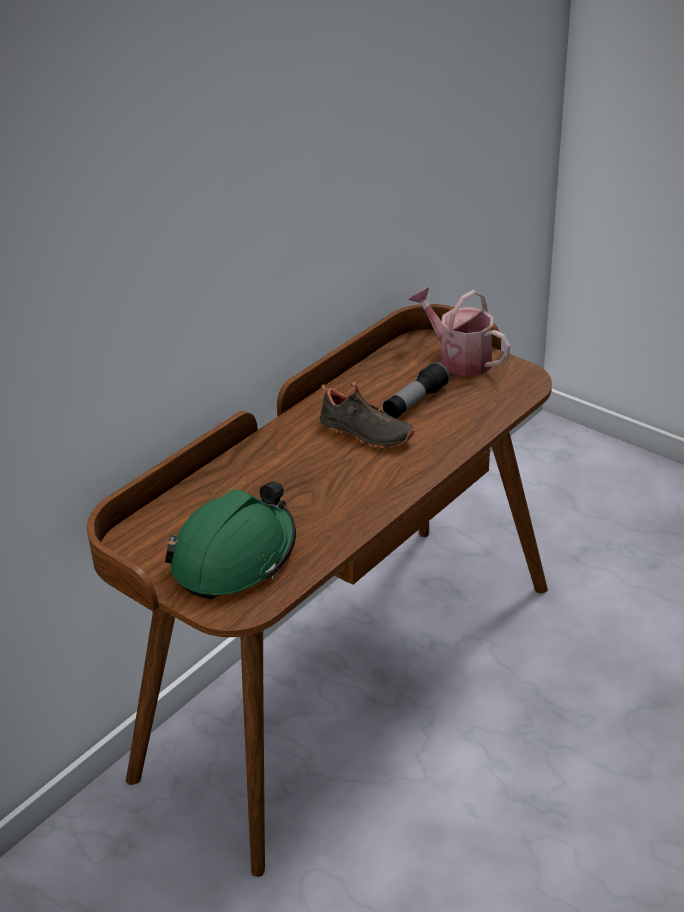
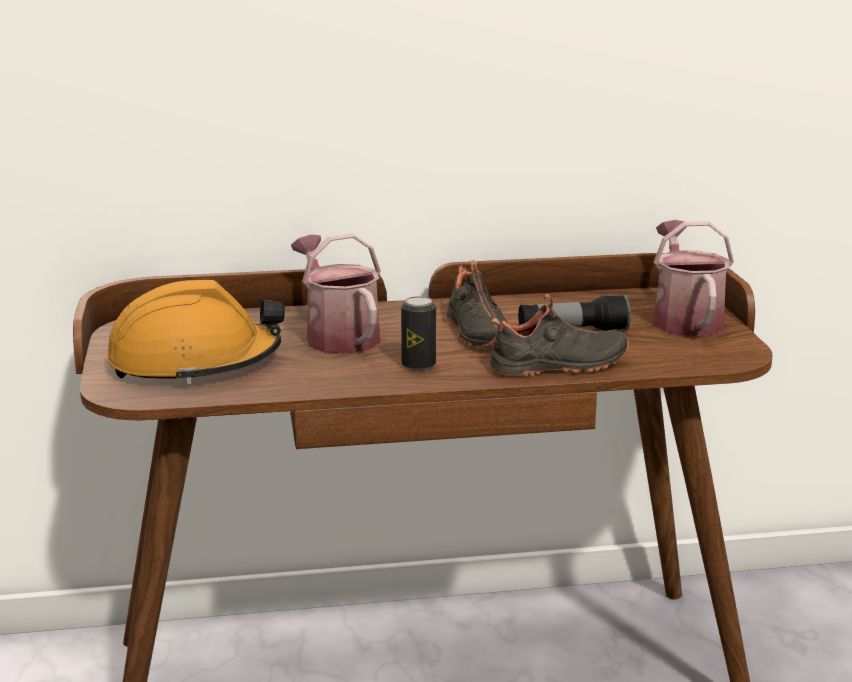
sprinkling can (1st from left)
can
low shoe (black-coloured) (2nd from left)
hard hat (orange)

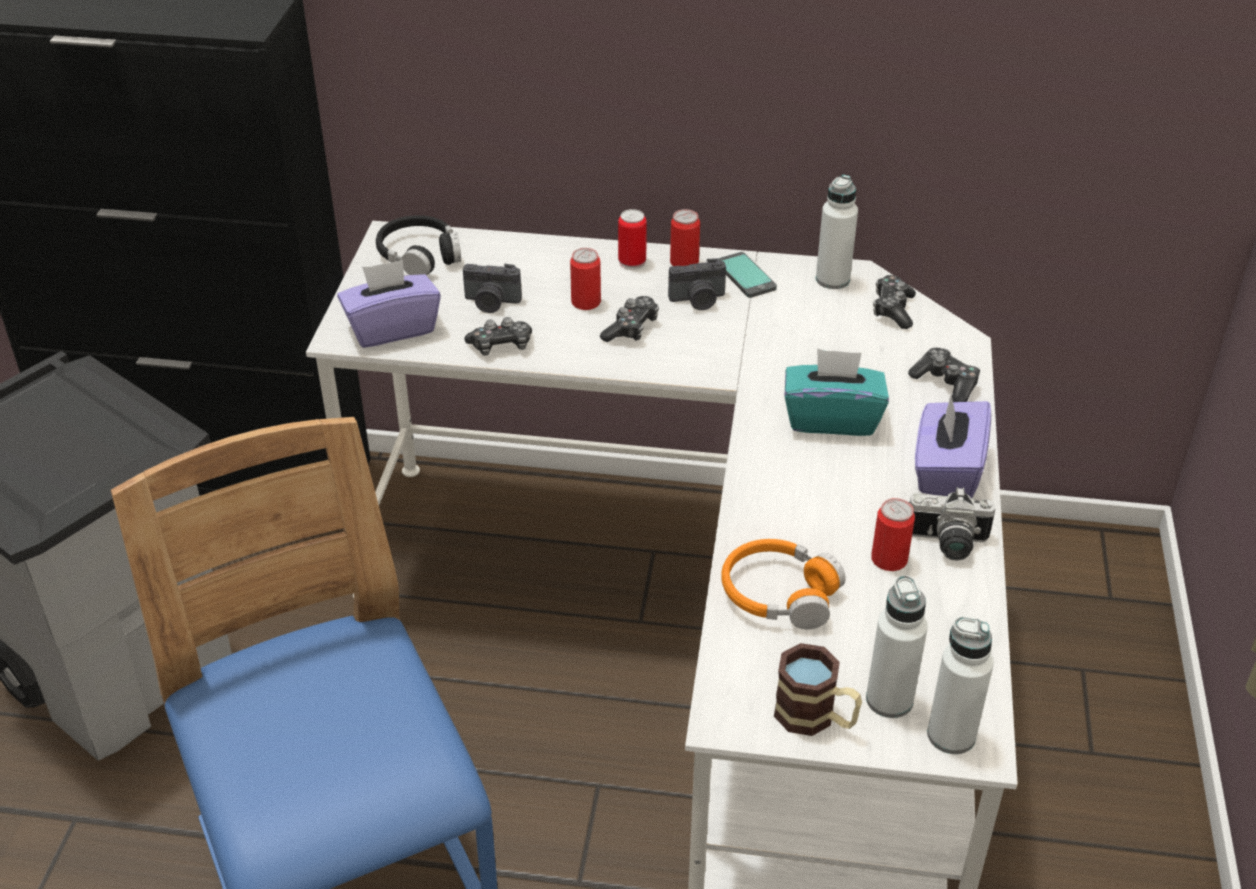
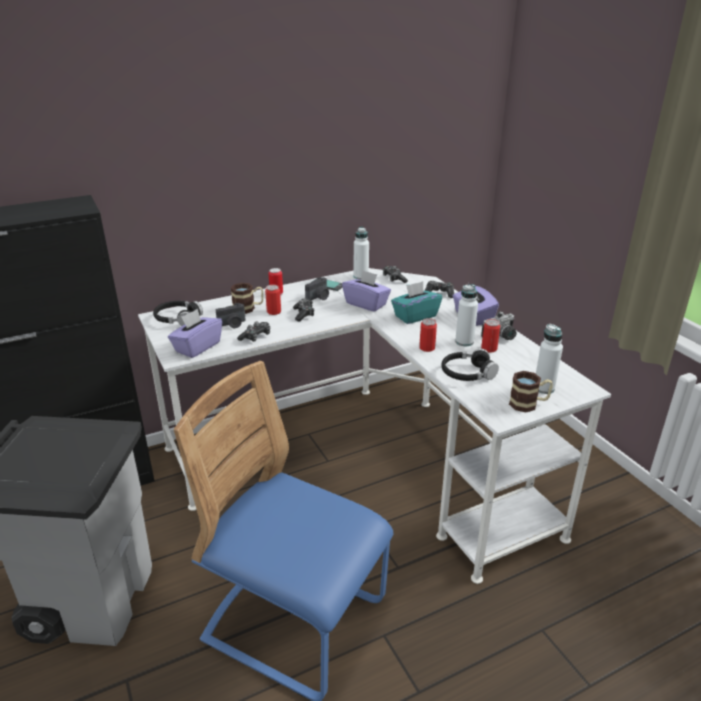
coffee mug (1st from left)
tissue holder (purplish) (2nd from left)
can (3rd from left)
drink bottle (white-coloured) (2nd from left)
pair of headphones (black-coloured) (2nd from left)

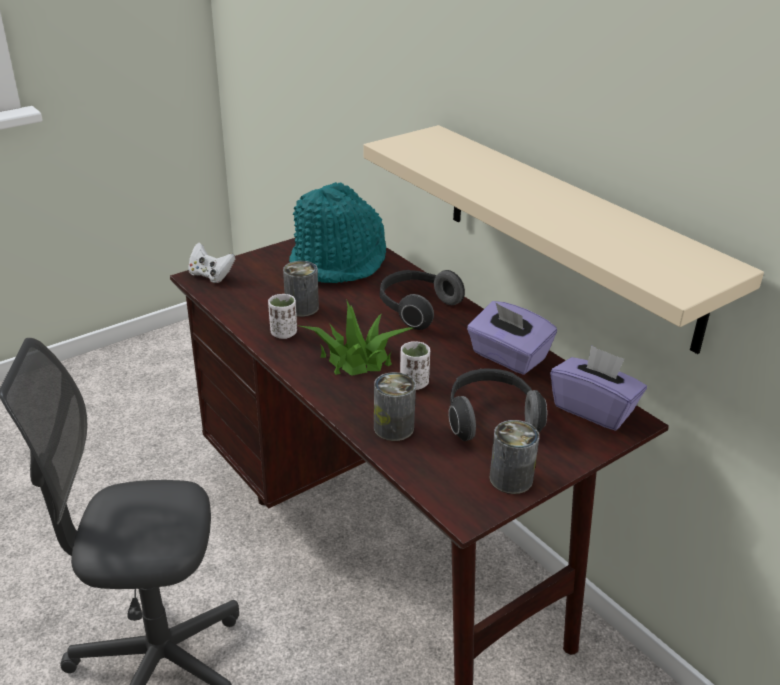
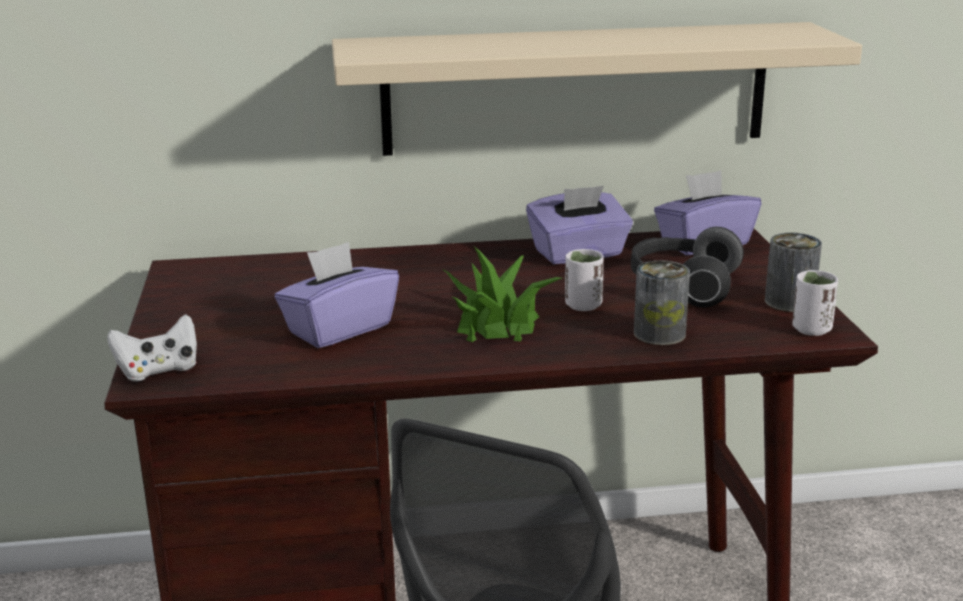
clothing hat (turquoise)
pair of headphones (1st from left in the first image)
small cup (white-coloured) (2nd from left)
tissue holder (purplish) (1st from left)

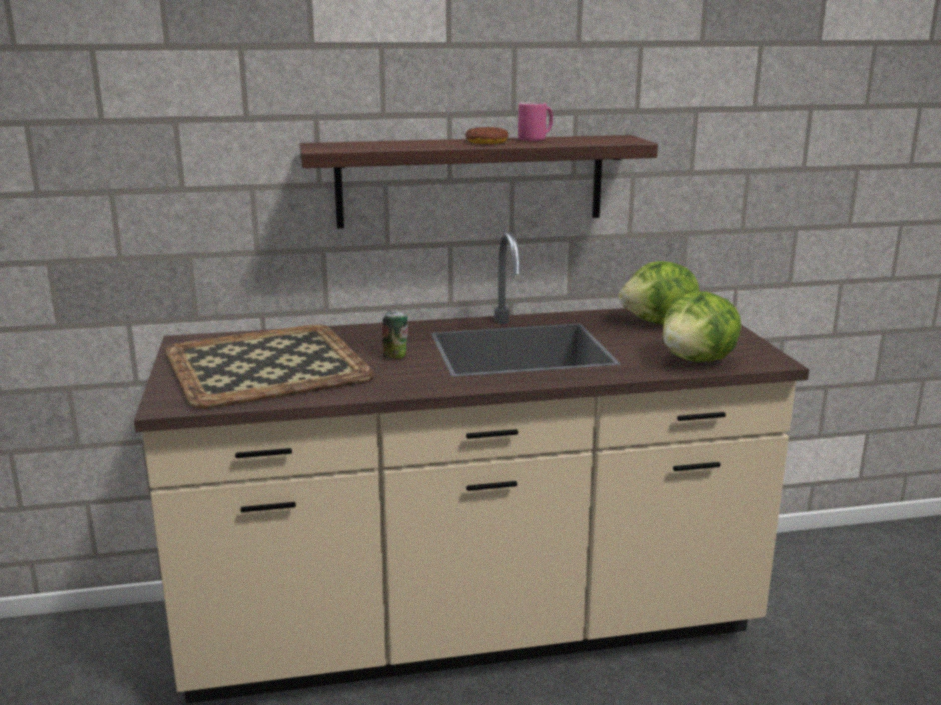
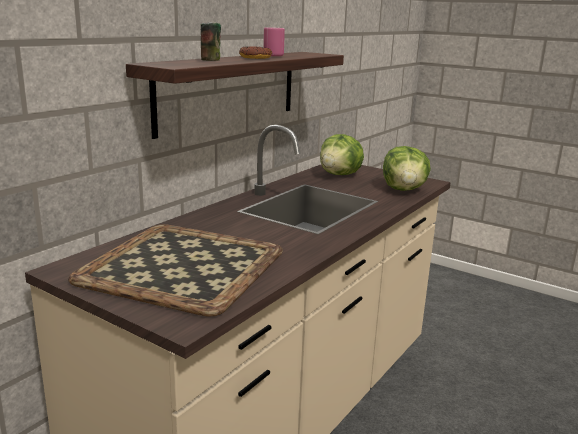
can

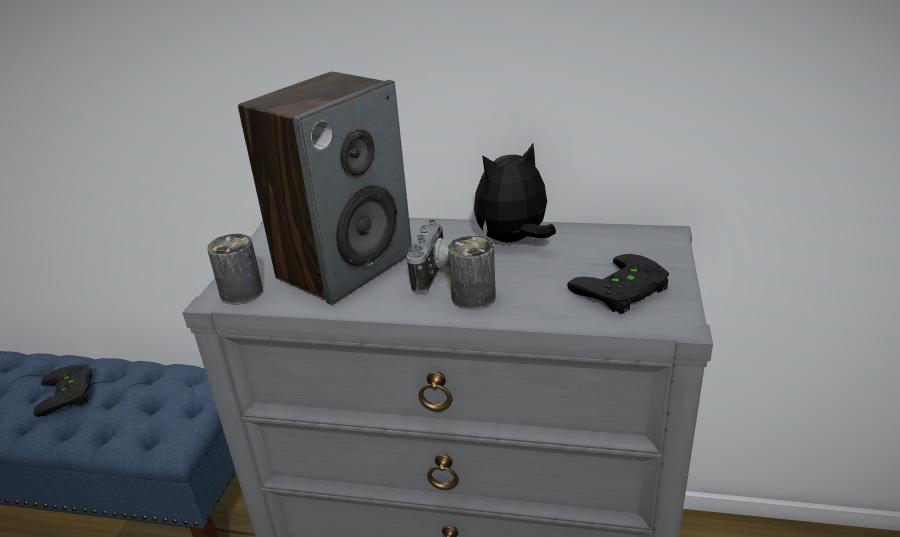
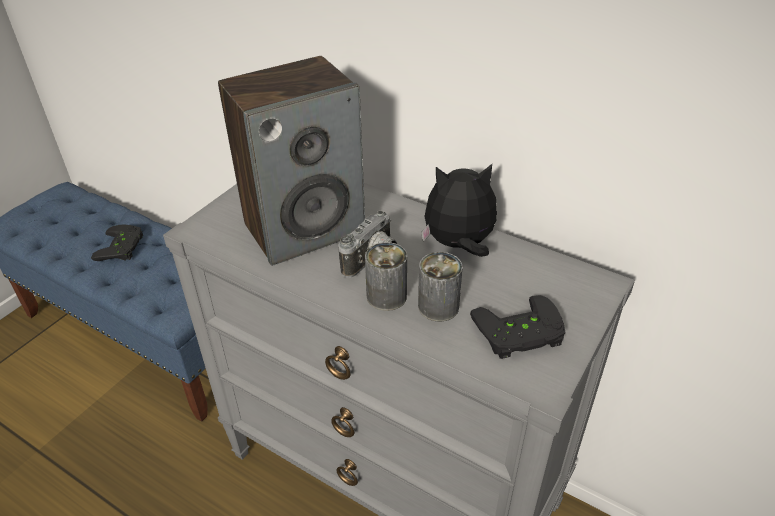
can (2nd from left)

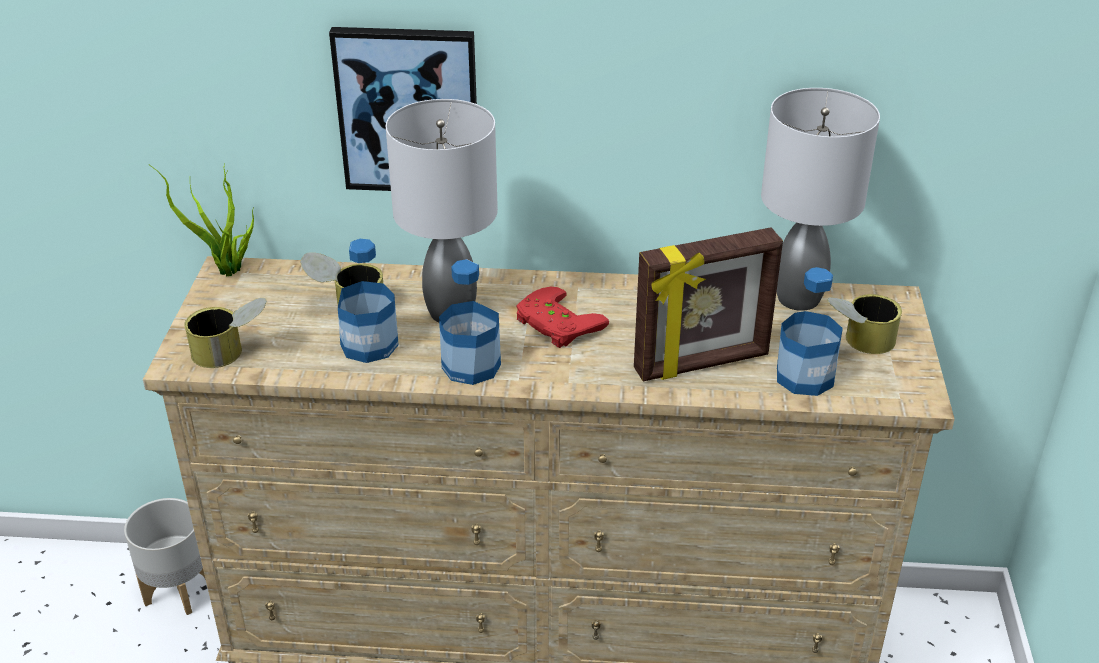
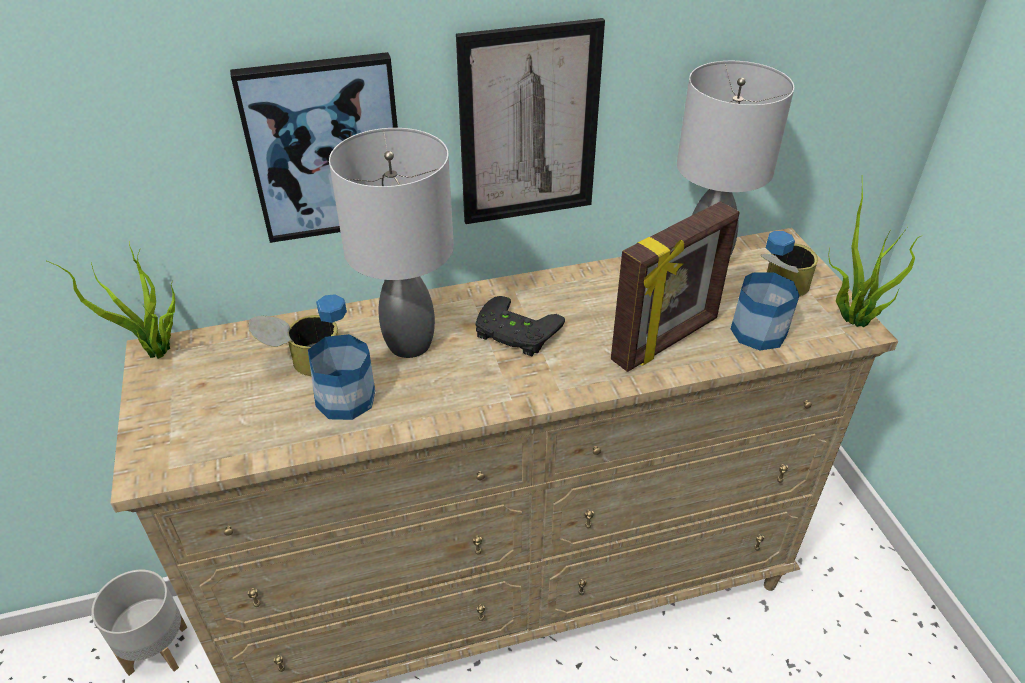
can (1st from left in the first image)
drink bottle (2nd from left in the first image)
picture (2nd from left)
plant in a pot (2nd from left)
joypad (black-coloured)

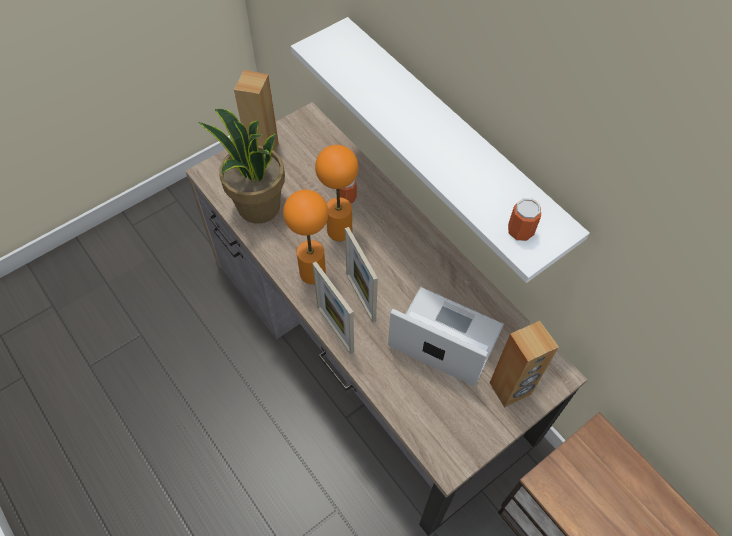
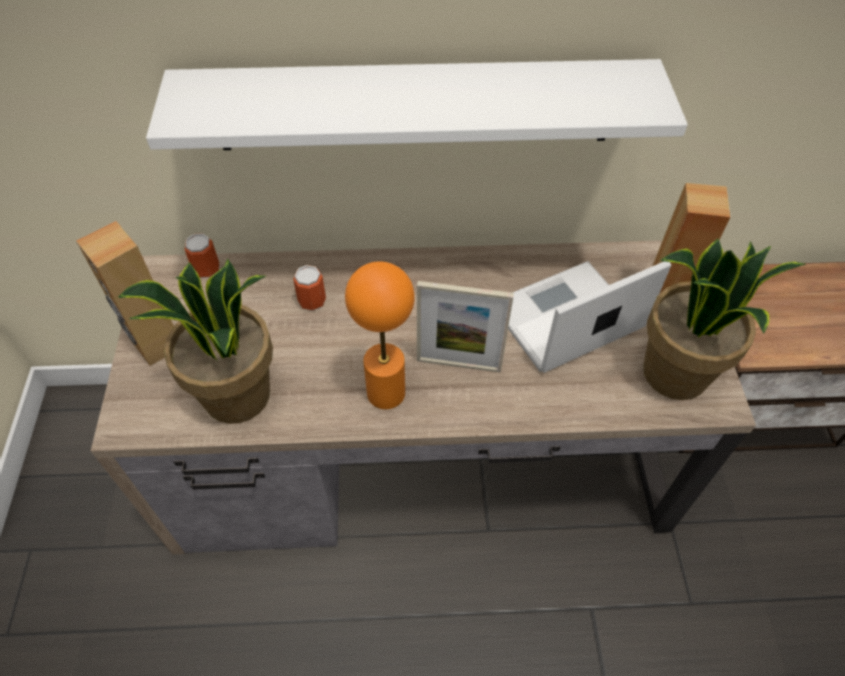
standing frame (1st from left in the first image)
lamp for a table (orange) (2nd from left in the first image)
plant in a pot (2nd from left)
can (1st from left)

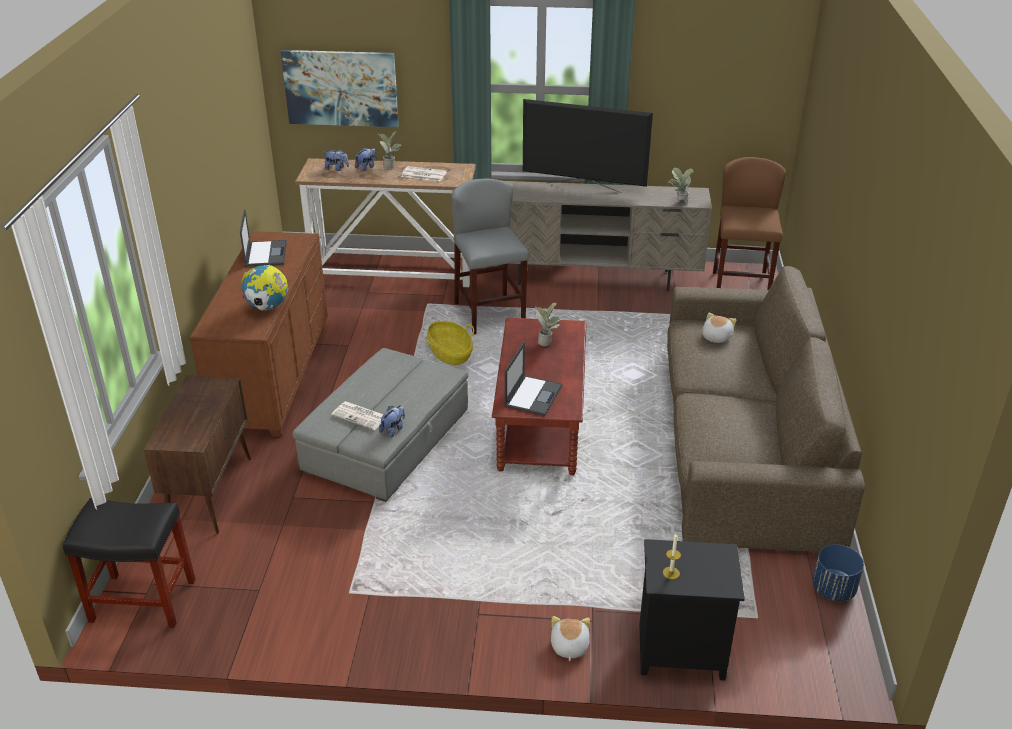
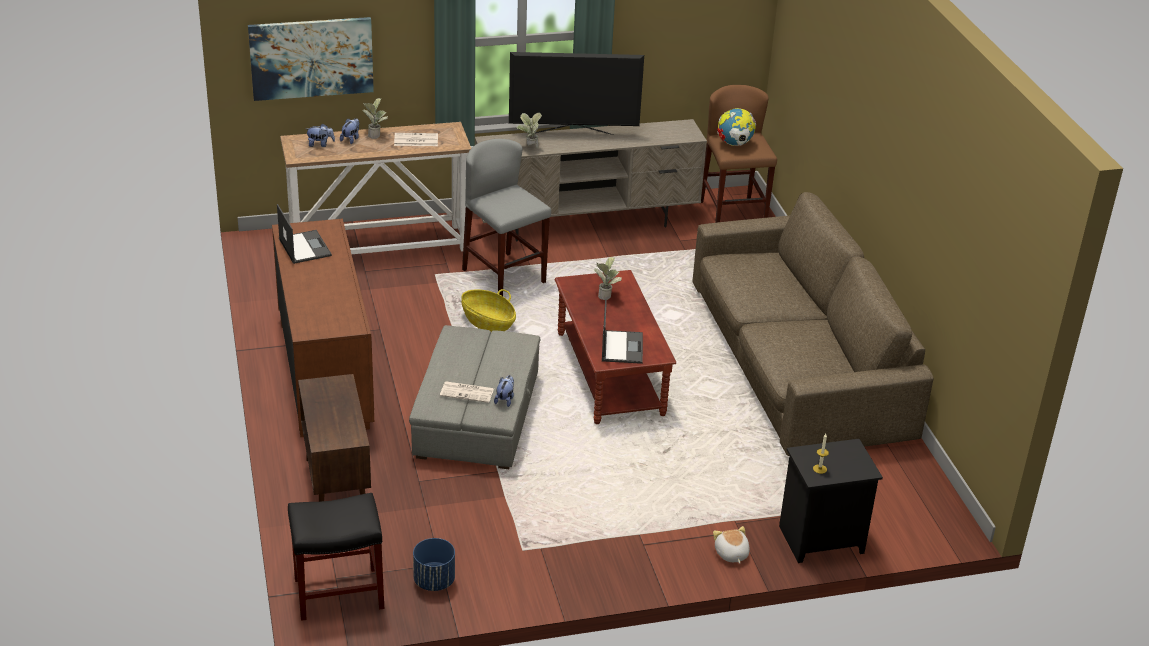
plush toy (5th from left in the first image)
world globe
plant in a pot (2nd from left)
planter (blue-coloured)

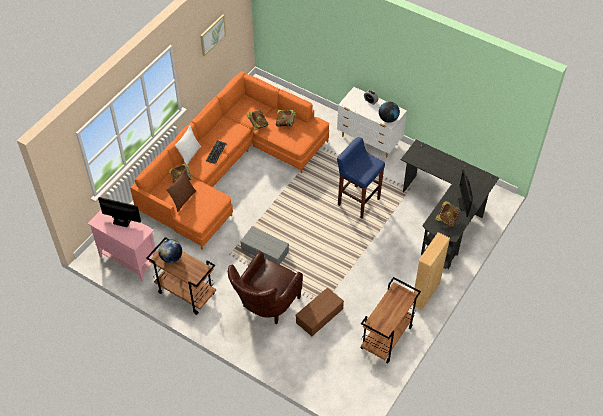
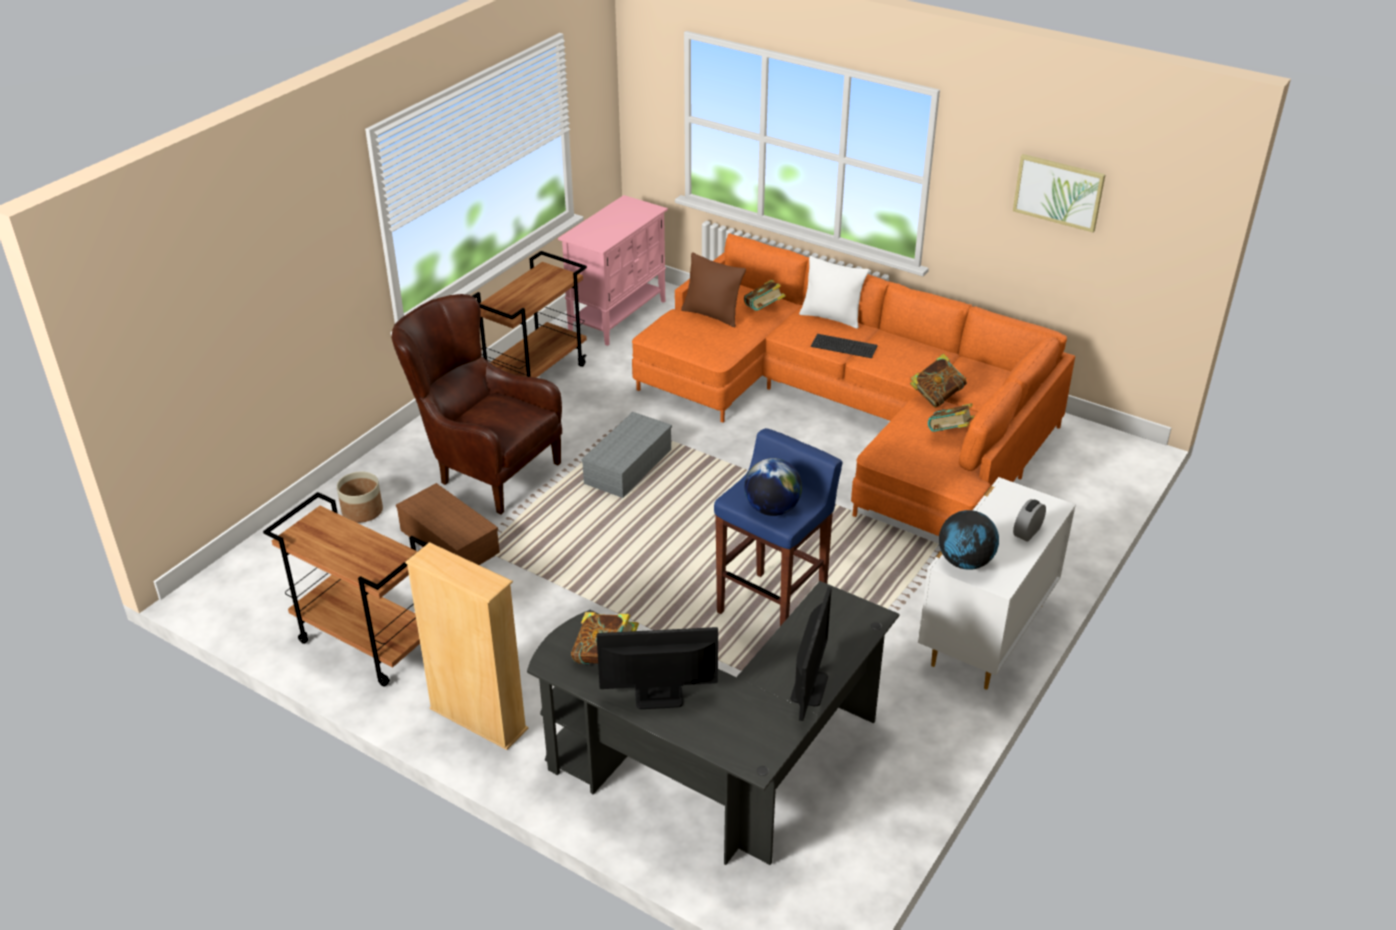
planter
computer screen (2nd from left)
world globe (1st from left)

